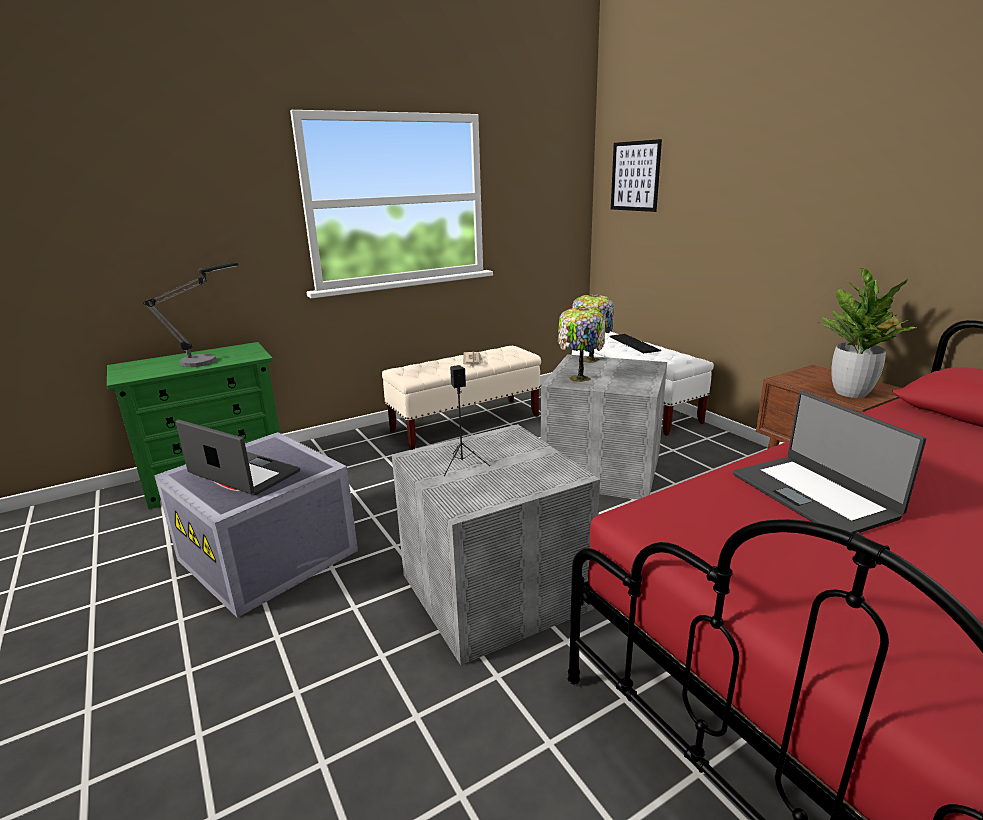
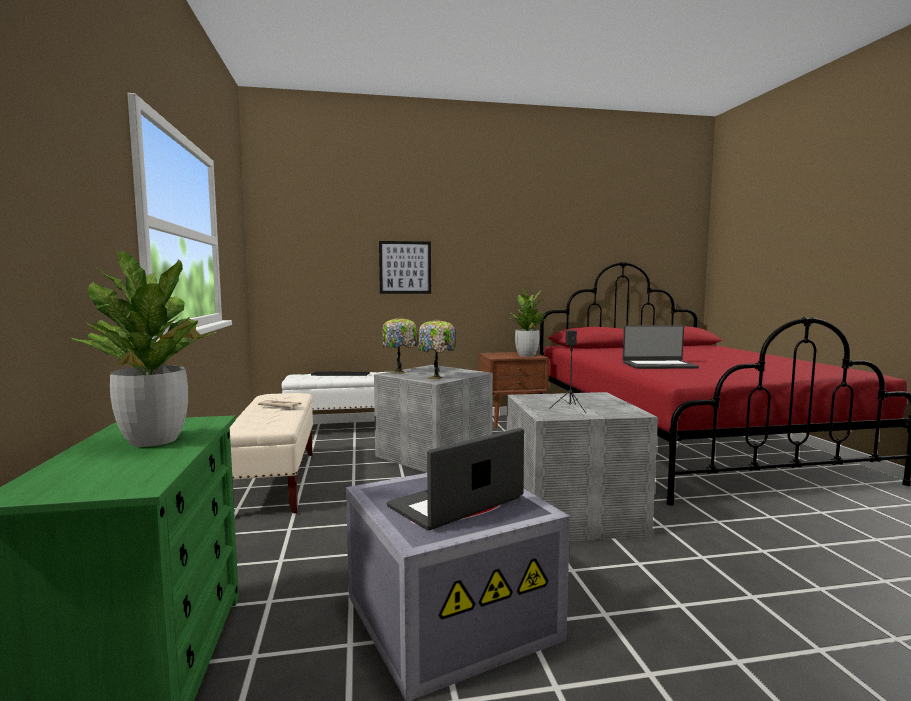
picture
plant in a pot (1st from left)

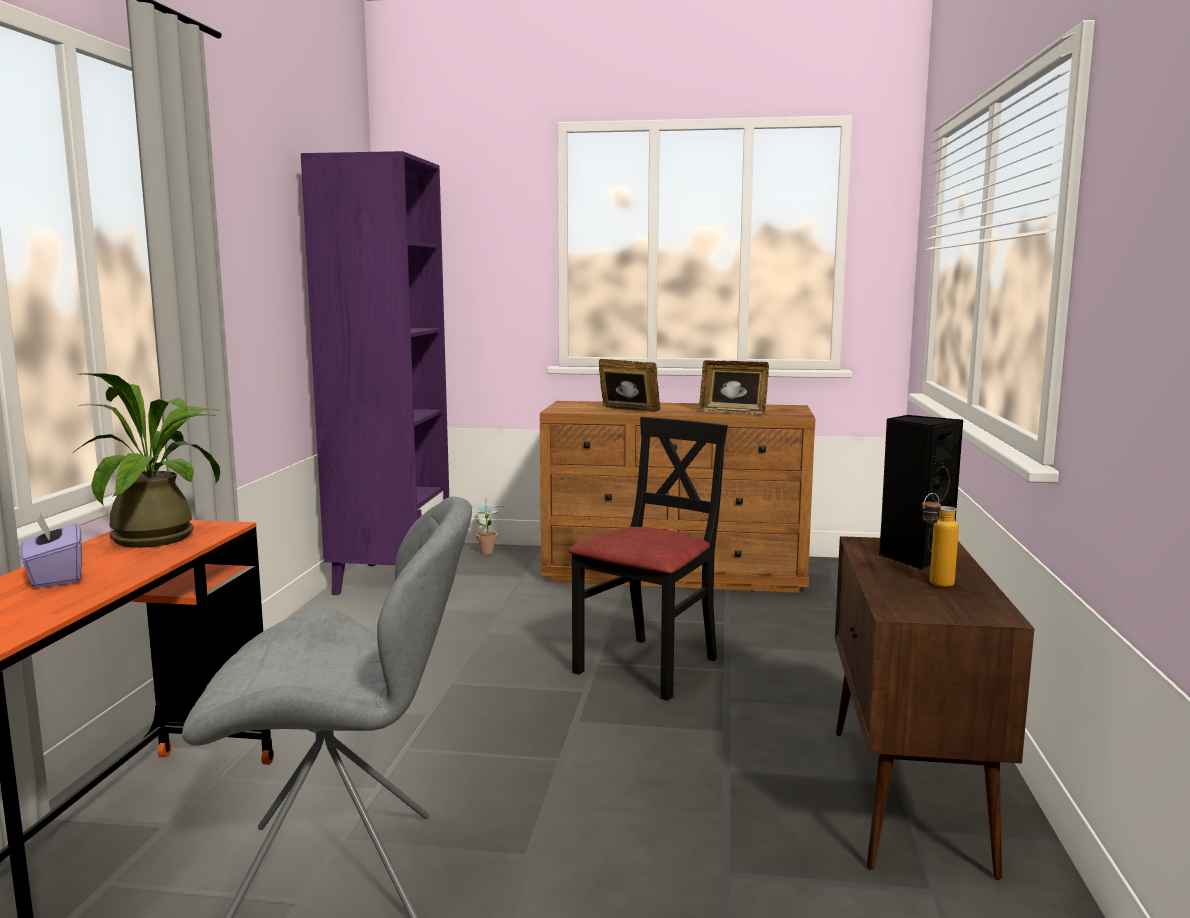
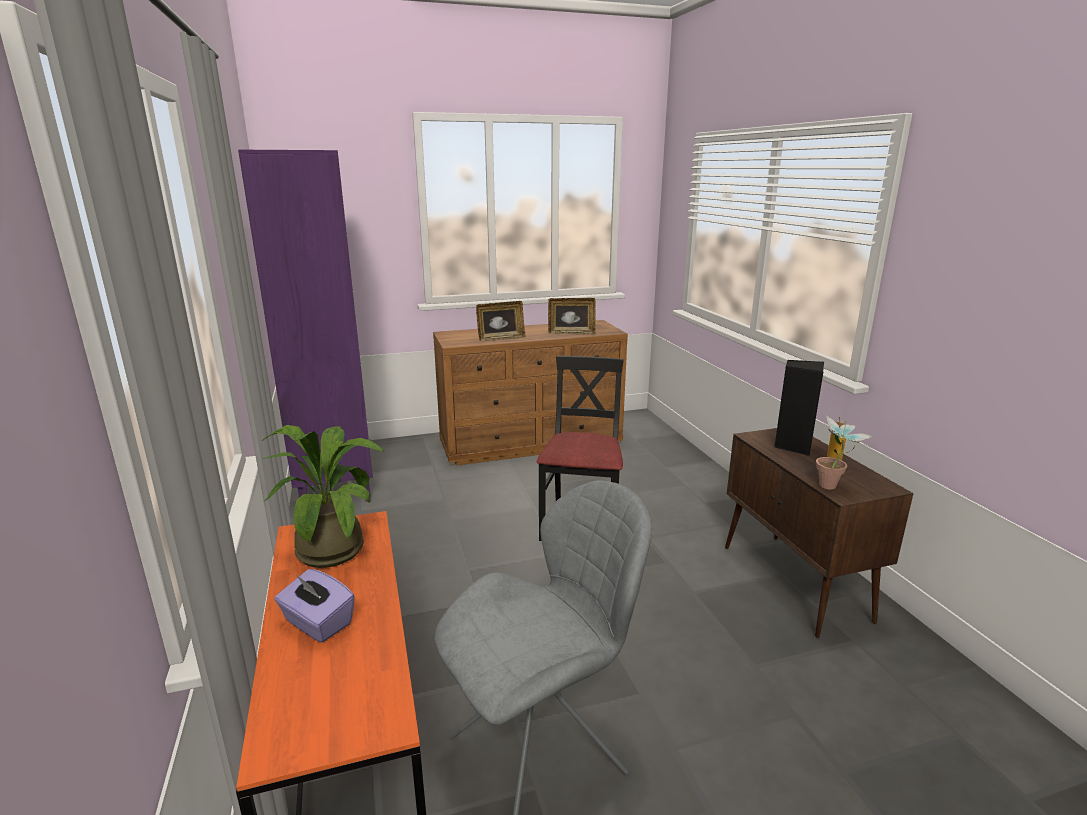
plant in a pot (2nd from left)
standing frame (1st from left)

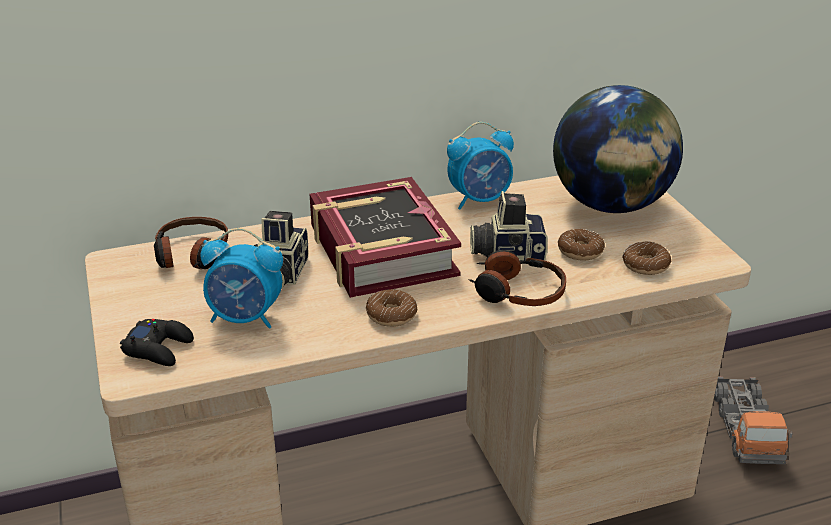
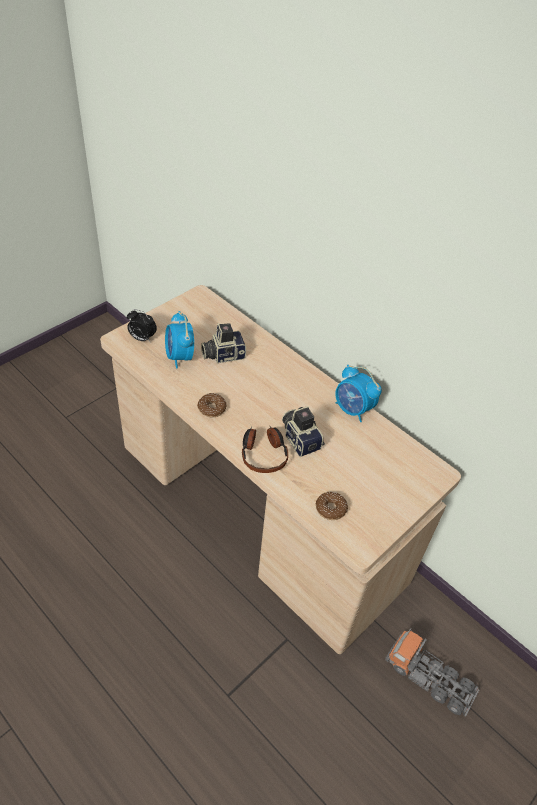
pair of headphones (1st from left in the first image)
volume
world globe
ring doughnut (2nd from left in the first image)
alarm clock (1st from left)
model truck

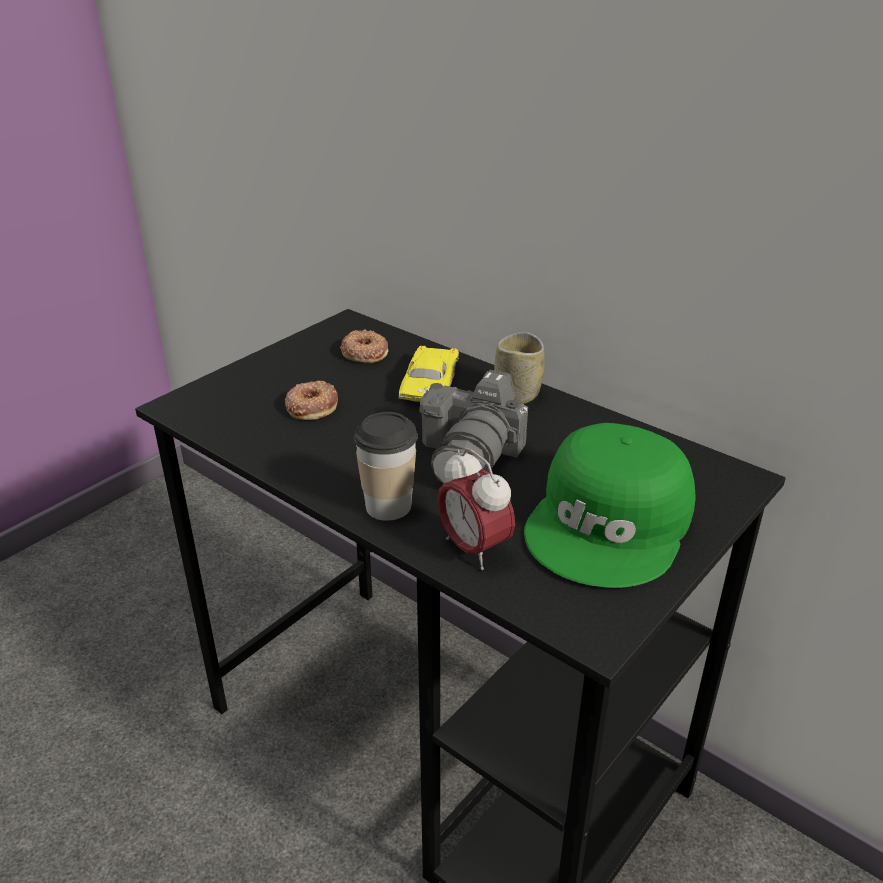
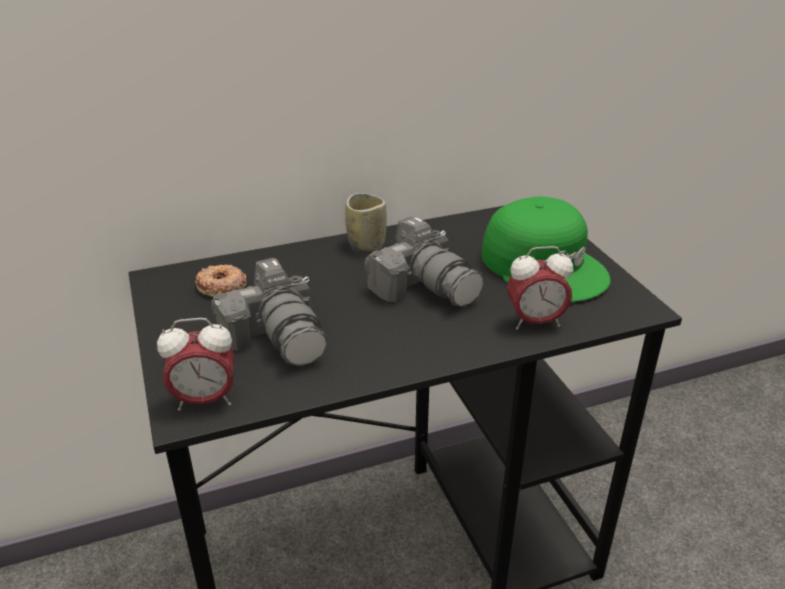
small cup (1st from left in the first image)
toy car (yellow)
alarm clock (1st from left)
photo camera (1st from left)

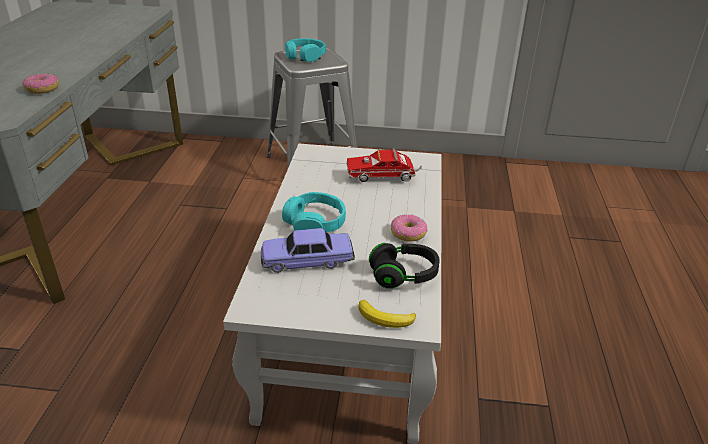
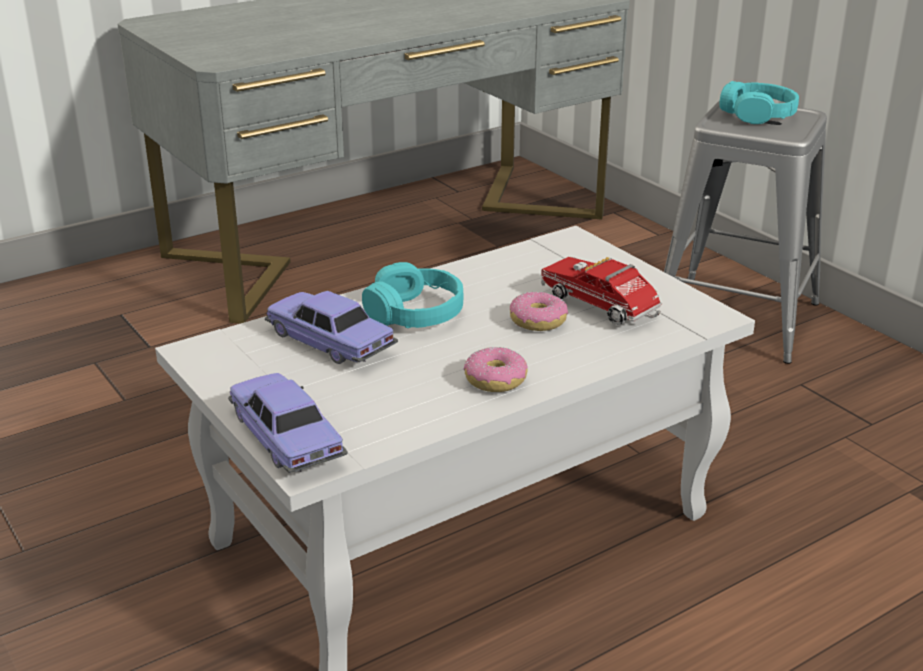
pair of headphones (black-coloured)
ring doughnut (2nd from left)
toy car (1st from left)

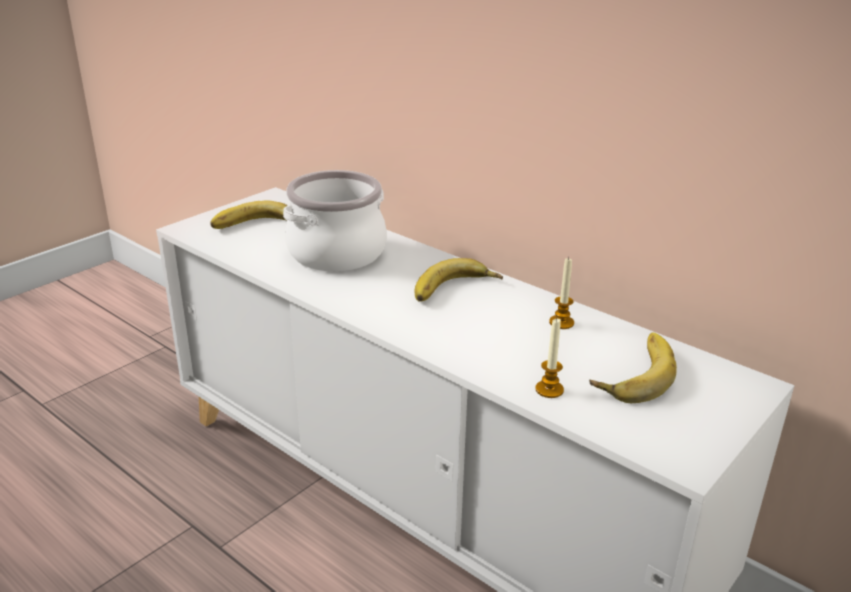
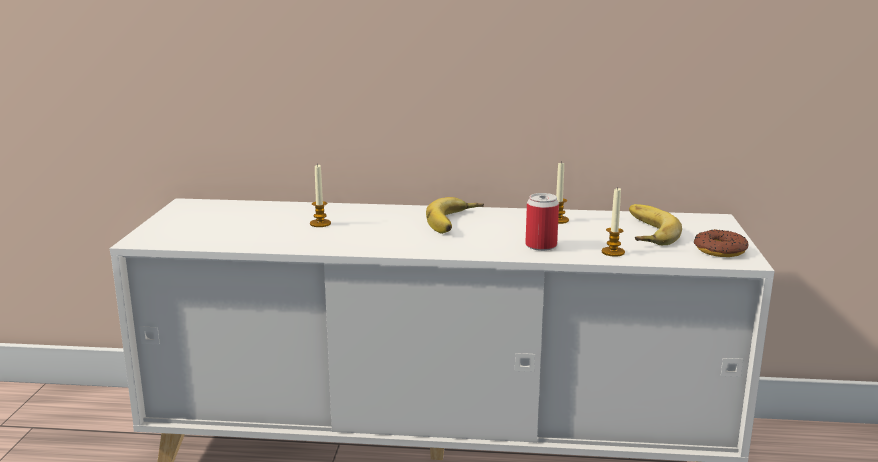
whole banana (1st from left in the first image)
can
ring doughnut
wax candle (1st from left)

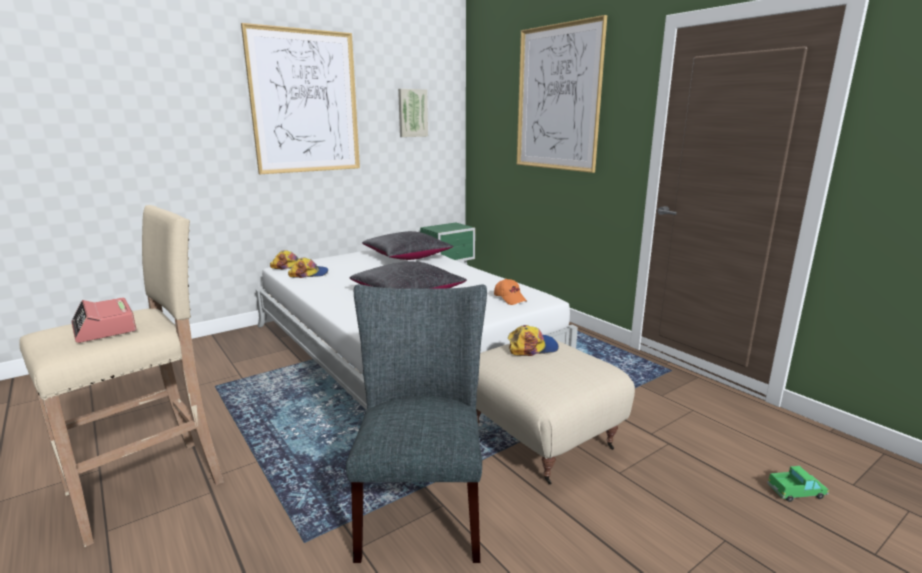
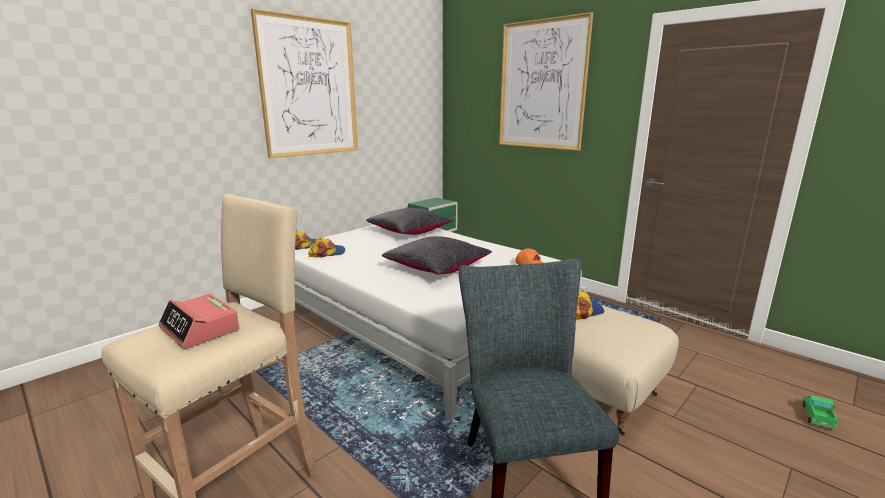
picture (2nd from left in the first image)
model truck

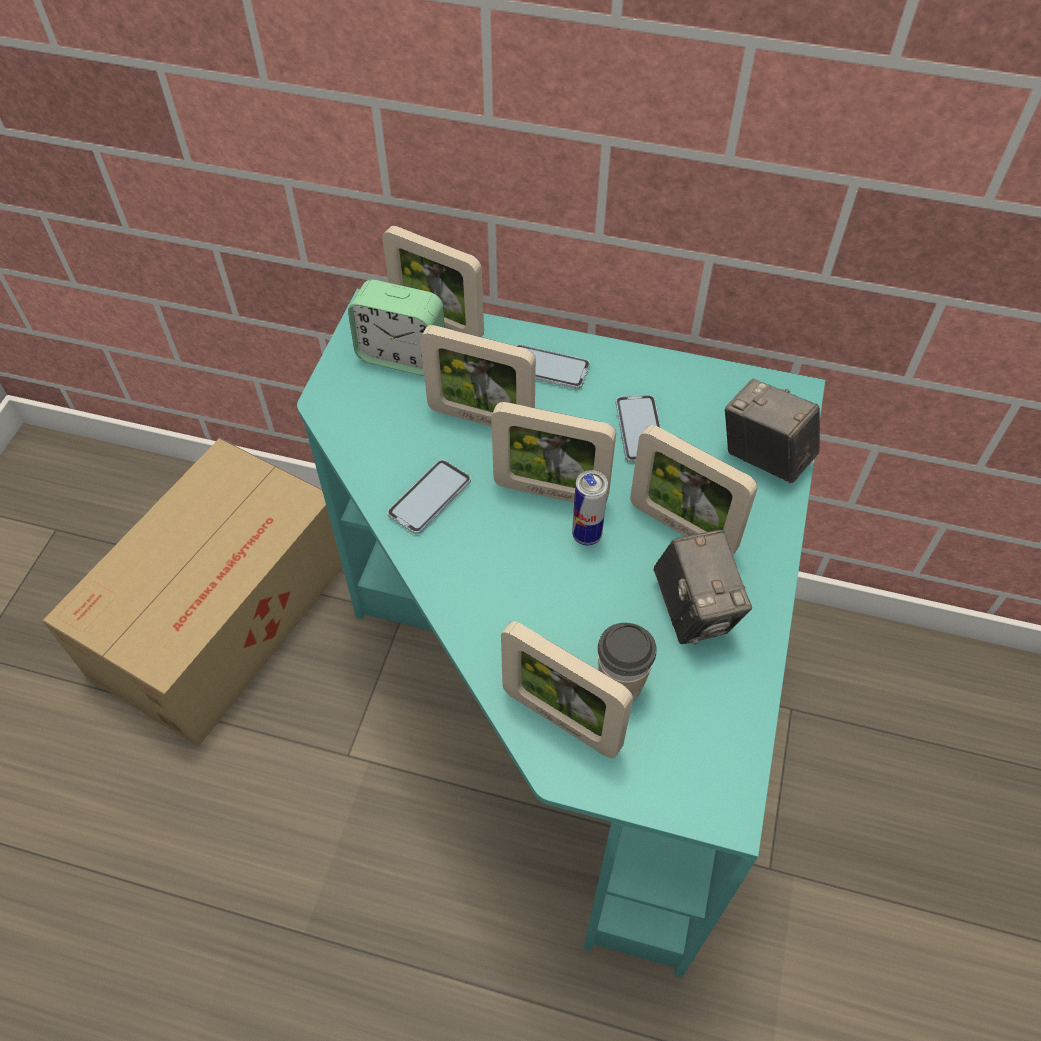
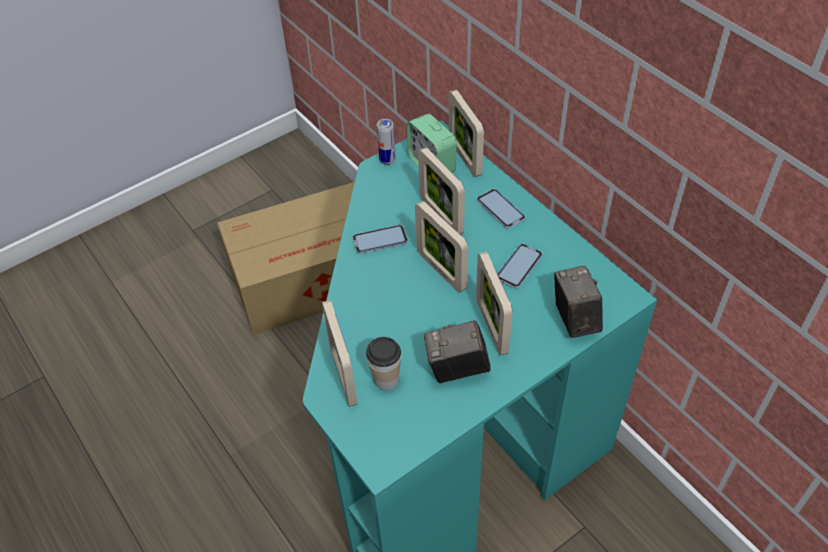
can
photo camera (1st from left)

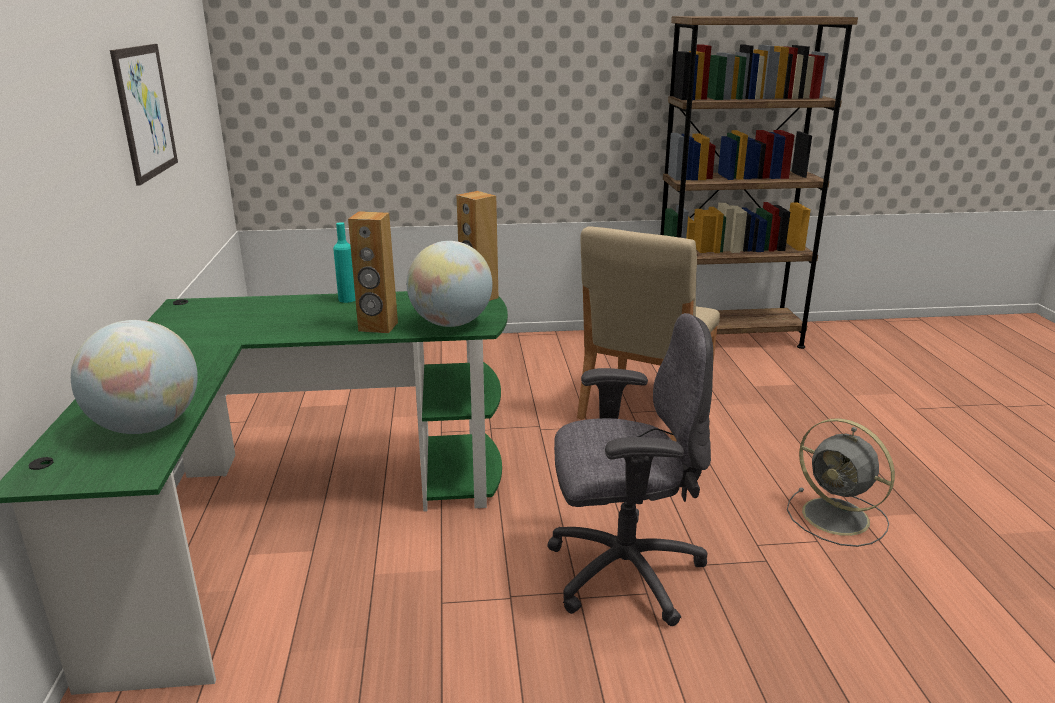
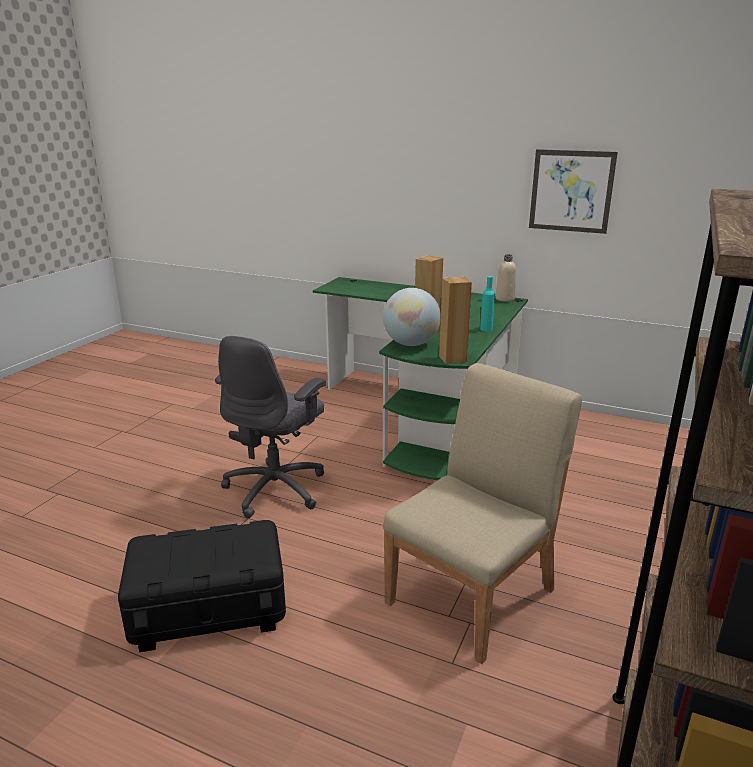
world globe (1st from left in the first image)
drink bottle (beige-coloured)
storage box (black-coloured)
upright chair (beige-coloured)

